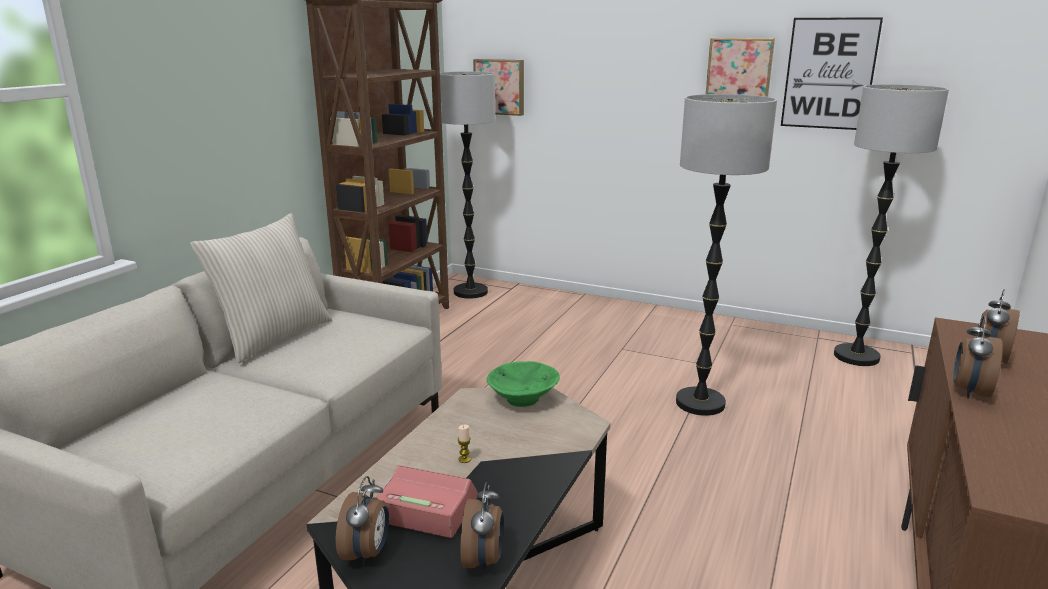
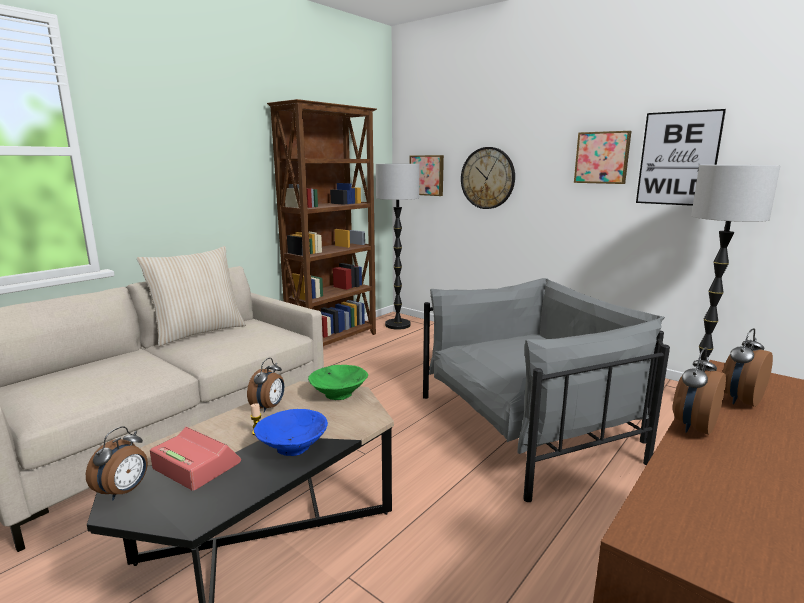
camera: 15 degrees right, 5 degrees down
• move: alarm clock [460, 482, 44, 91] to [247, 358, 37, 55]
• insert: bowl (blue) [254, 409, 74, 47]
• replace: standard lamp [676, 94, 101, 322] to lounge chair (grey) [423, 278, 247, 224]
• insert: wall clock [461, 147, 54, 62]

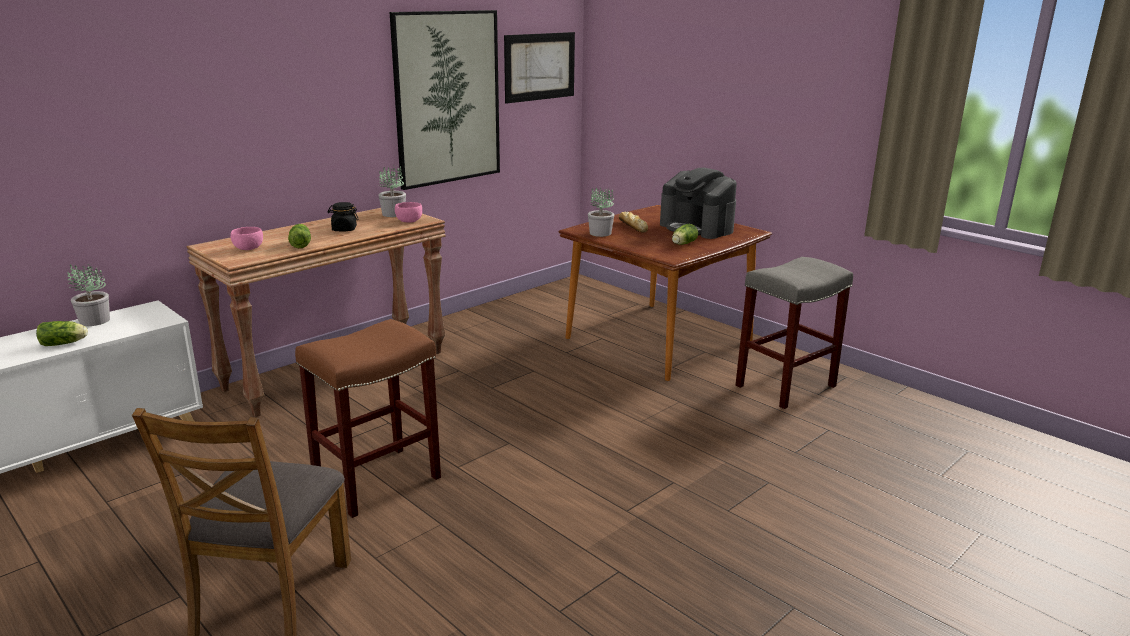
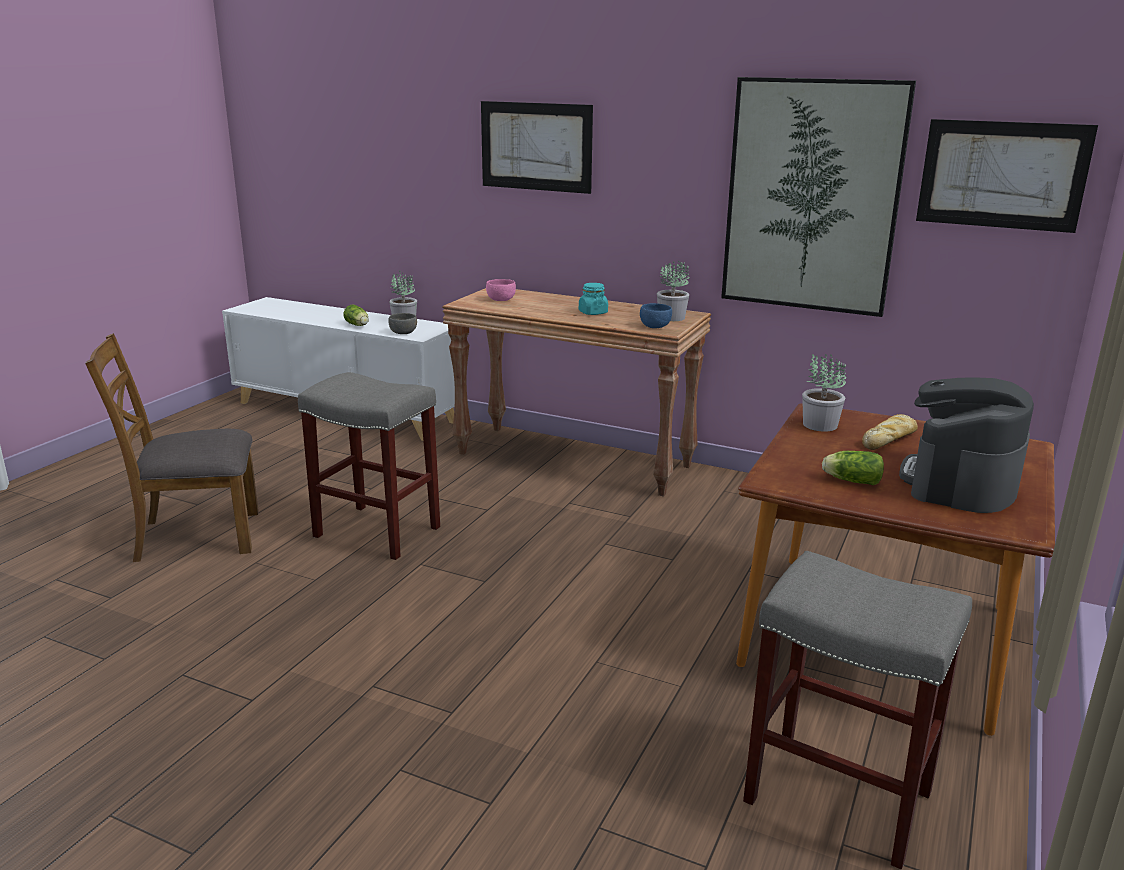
camera: 70 degrees right, 0 degrees up
• recolor: stool (brown) [295, 319, 146, 199] to stool (grey) [298, 372, 142, 188]
• insert: bowl (grey) [388, 313, 29, 21]
• insert: picture [481, 101, 112, 93]
• recolor: jar (blackish) [328, 202, 30, 30] to jar (turquoise-coloured) [579, 283, 29, 32]
• recolor: bowl (pink-coloured) [395, 202, 27, 20] to bowl (blue) [640, 303, 32, 25]
• delete: head of lettuce [288, 224, 23, 24]

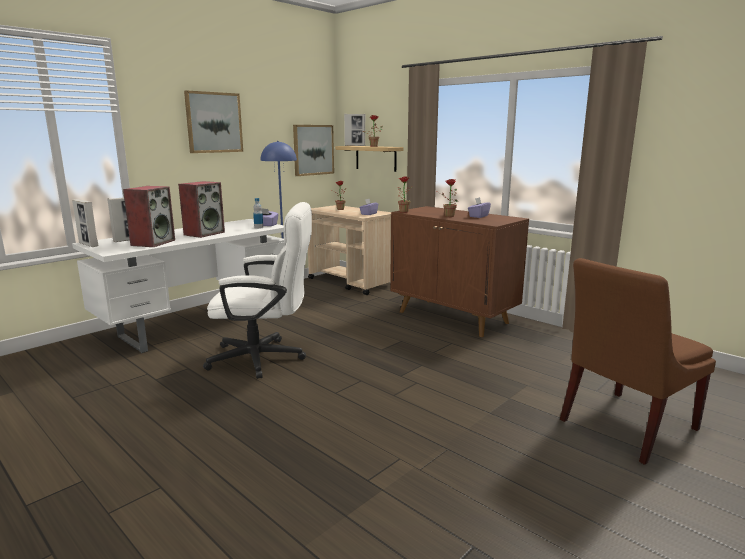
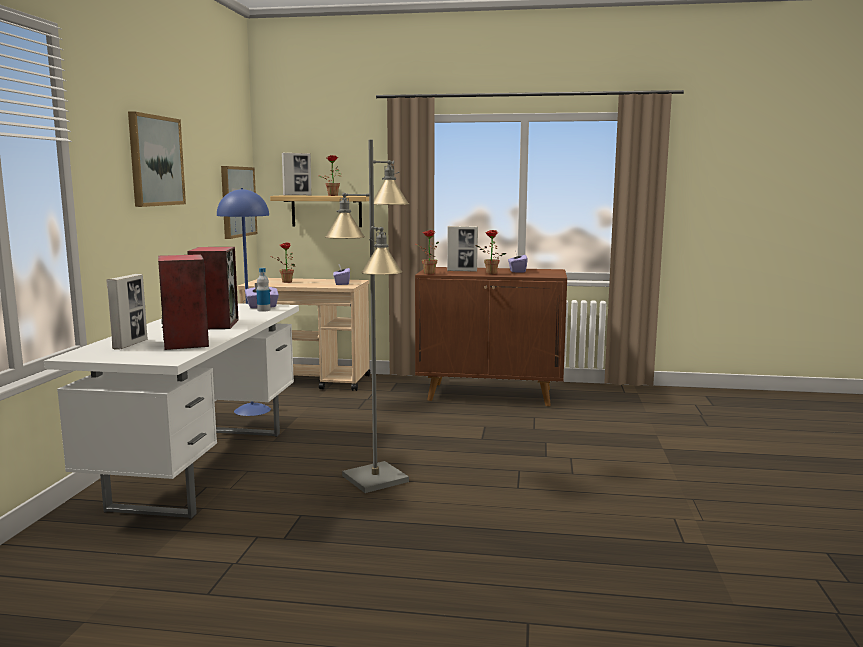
camera: 35 degrees left, 5 degrees down
• replace: desk chair (whitish) [203, 202, 109, 177] to standard lamp (grey) [325, 139, 84, 354]
• move: picture frame [72, 199, 26, 48] to [447, 226, 31, 46]
• delete: chair (brown) [560, 258, 156, 207]

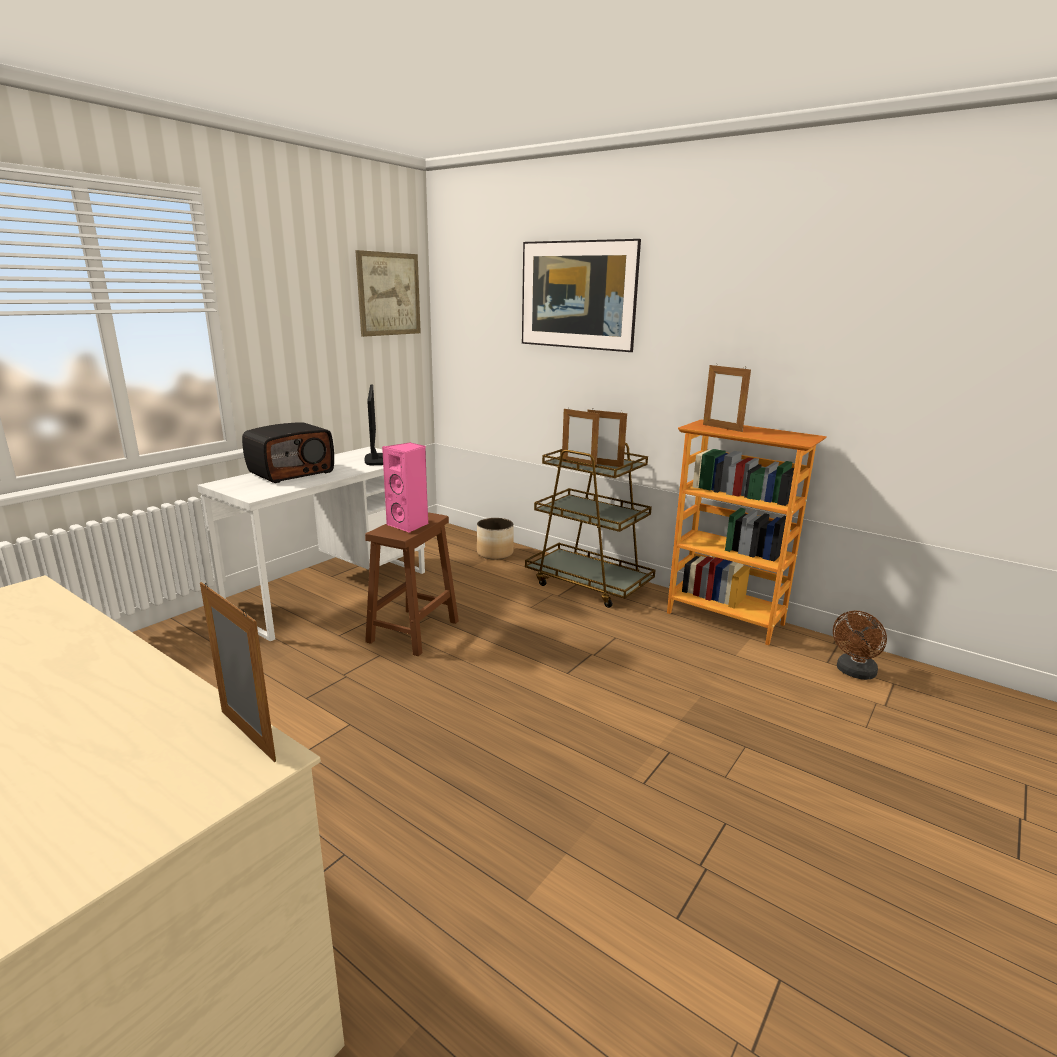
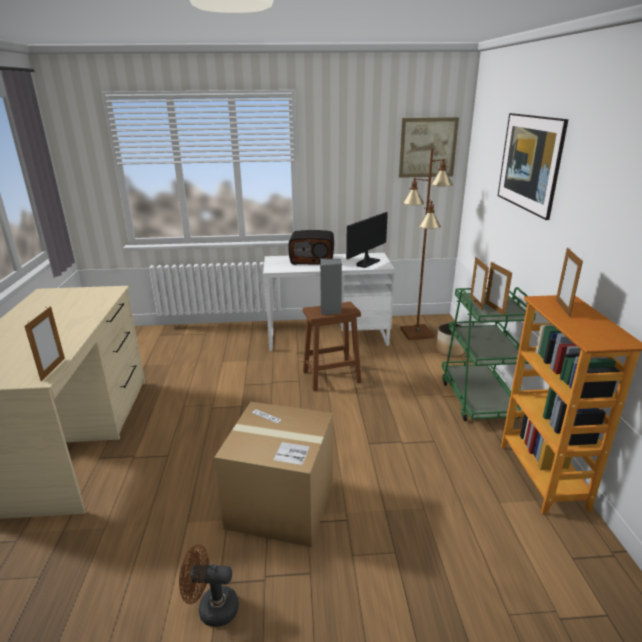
camera: 50 degrees right, 5 degrees up
• move: cooling fan (brown) [833, 611, 54, 69] to [179, 544, 60, 83]
• insert: cardboard box [214, 402, 119, 145]
• recolor: speaker (pink-coloured) [382, 442, 46, 91] to speaker (grey) [320, 258, 22, 57]
• insert: standard lamp (brown) [400, 148, 53, 192]
• recolor: wheeled cart (brown) [525, 442, 130, 166] to wheeled cart (green-coloured) [442, 287, 94, 134]

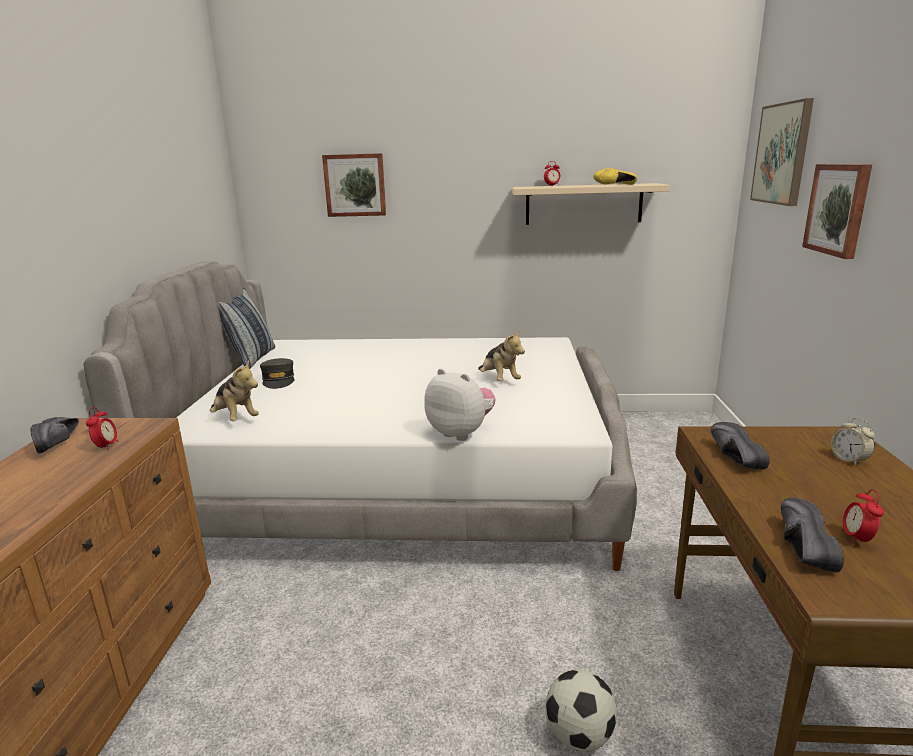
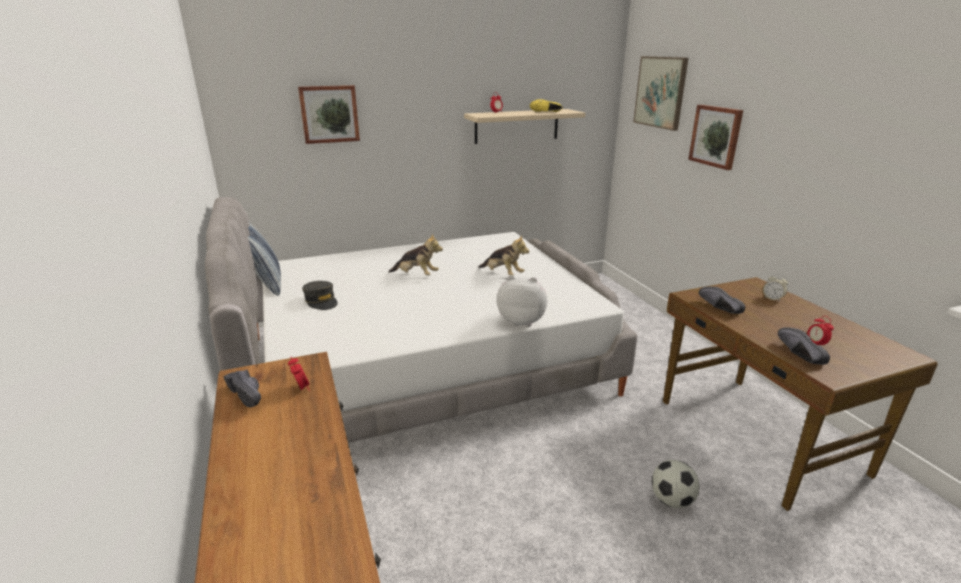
camera: 25 degrees left, 5 degrees up
• move: soft toy [210, 360, 49, 61] to [389, 233, 54, 43]

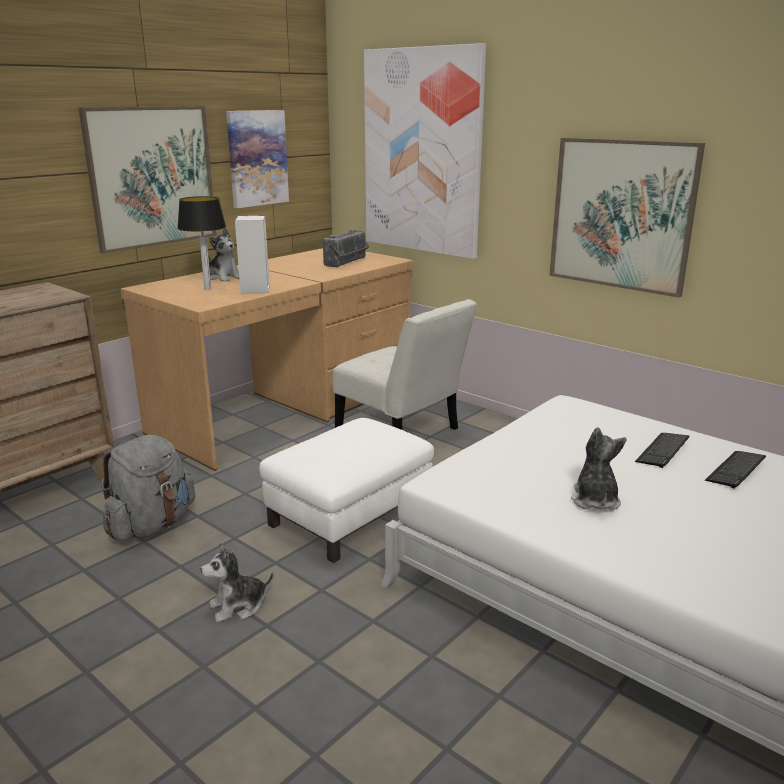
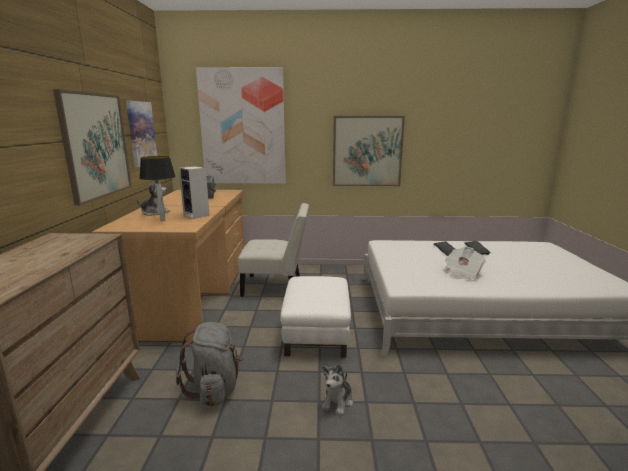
camera: 40 degrees left, 5 degrees down
• replace: soft toy [571, 427, 56, 83] to newspaper [445, 247, 41, 32]

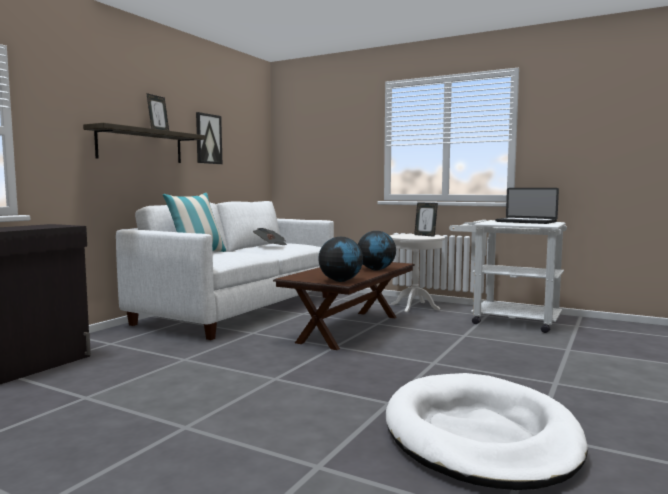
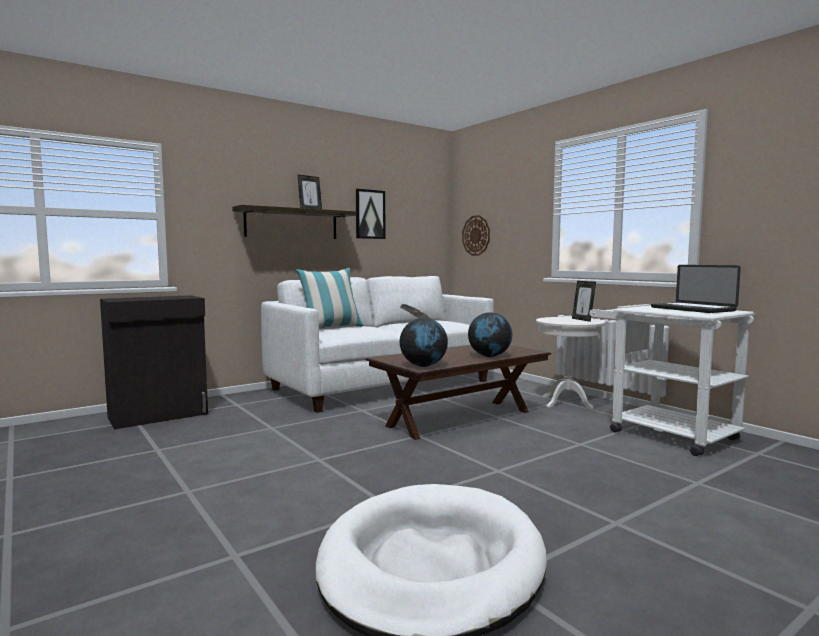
camera: 25 degrees right, 0 degrees up
• insert: wall clock [462, 215, 28, 41]

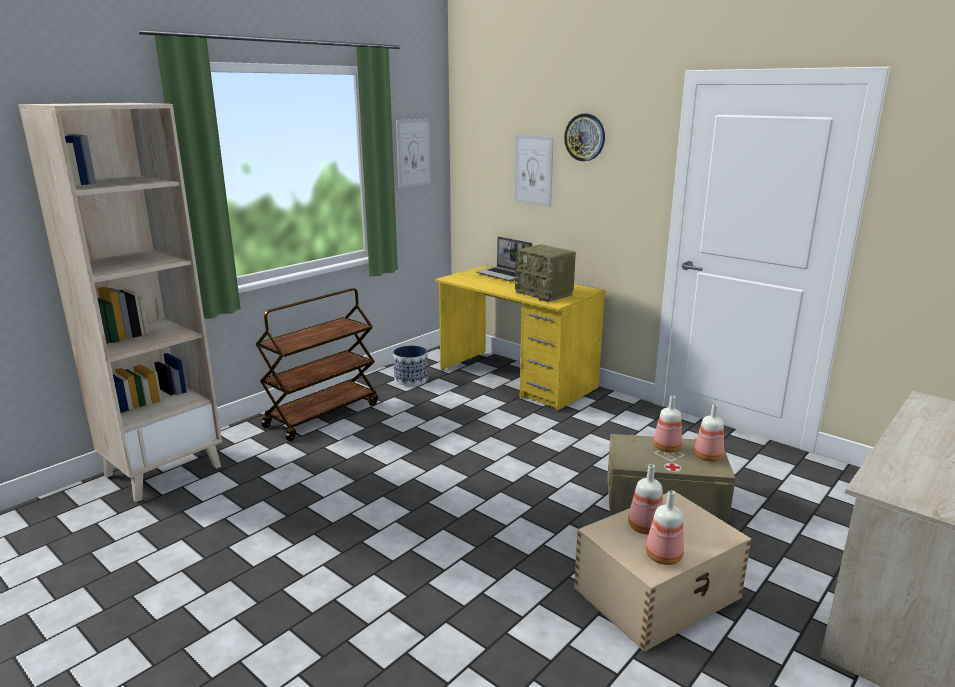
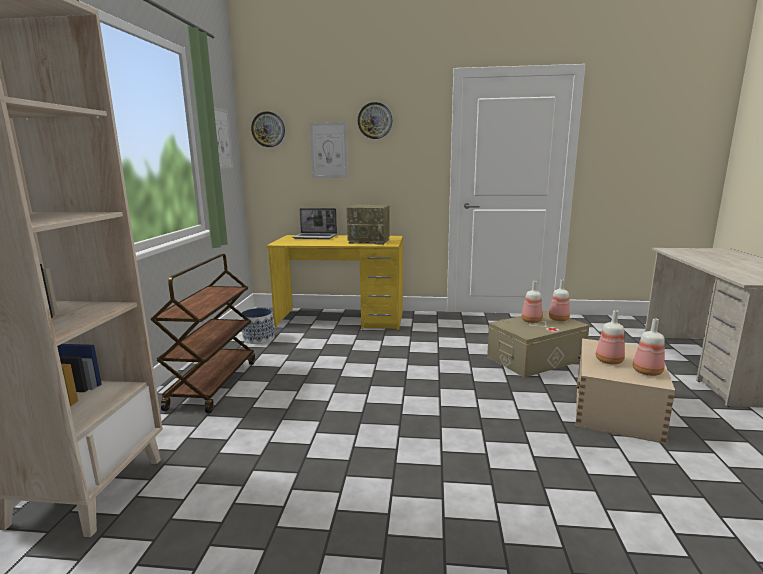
camera: 35 degrees left, 5 degrees down
• insert: wall clock [251, 111, 34, 36]

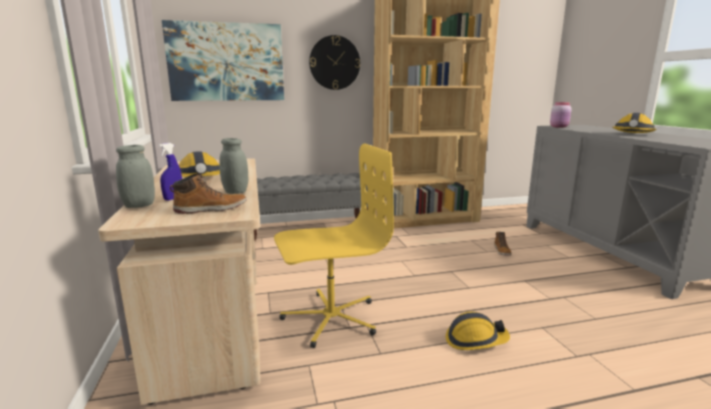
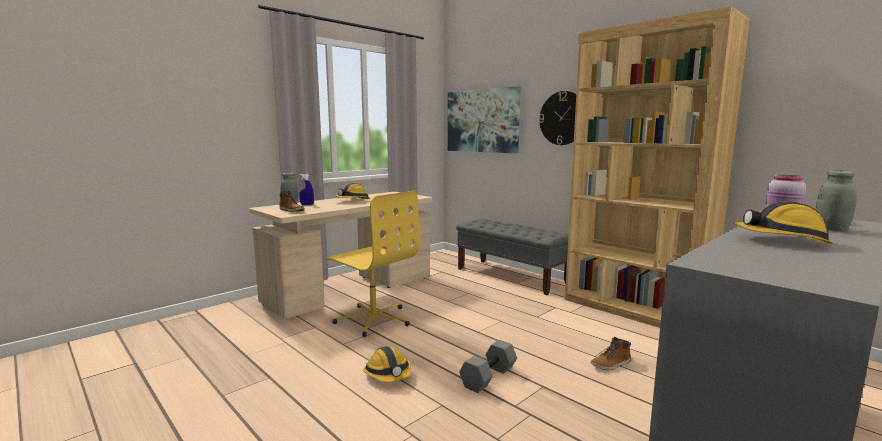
camera: 60 degrees right, 5 degrees down
• insert: hand weight (grey) [459, 340, 58, 53]
• move: jar (grey) [219, 138, 29, 56] to [816, 170, 41, 61]

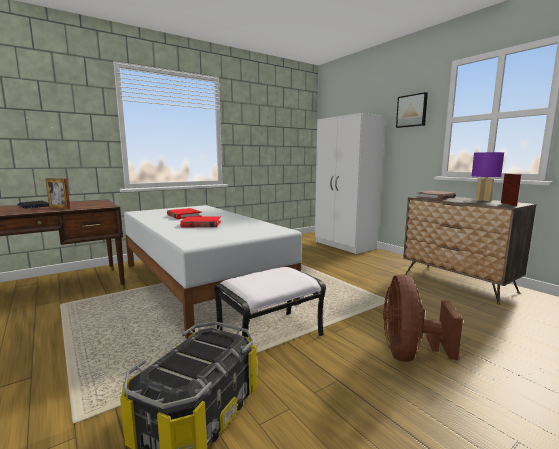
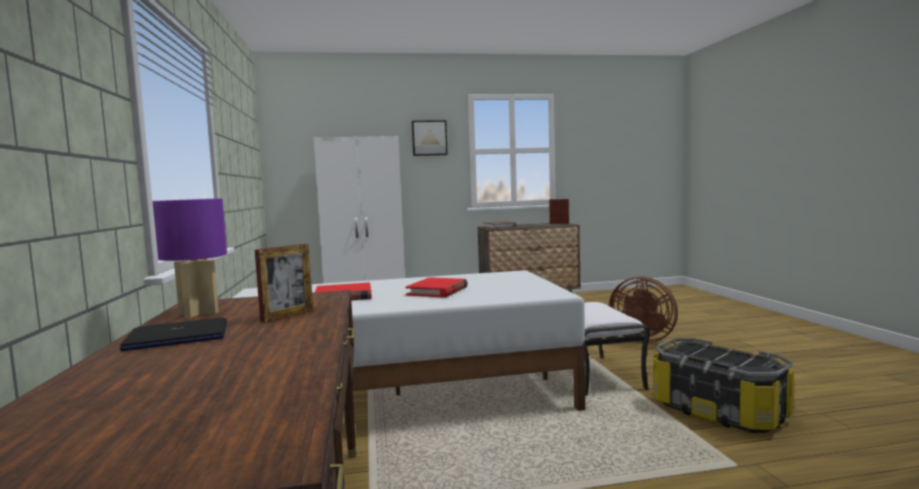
camera: 65 degrees left, 5 degrees down
• move: tabletop lamp (purplish) [472, 152, 32, 49] to [153, 198, 74, 120]

